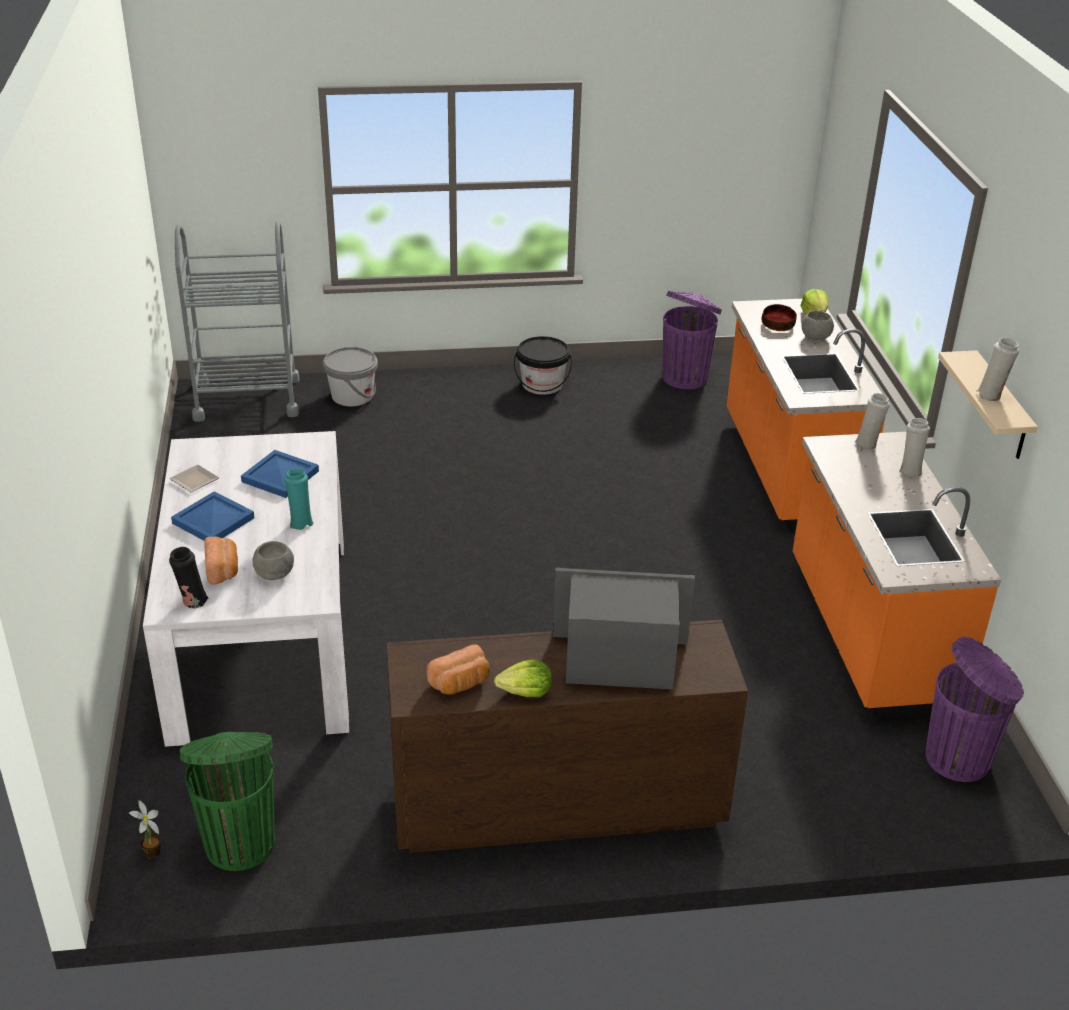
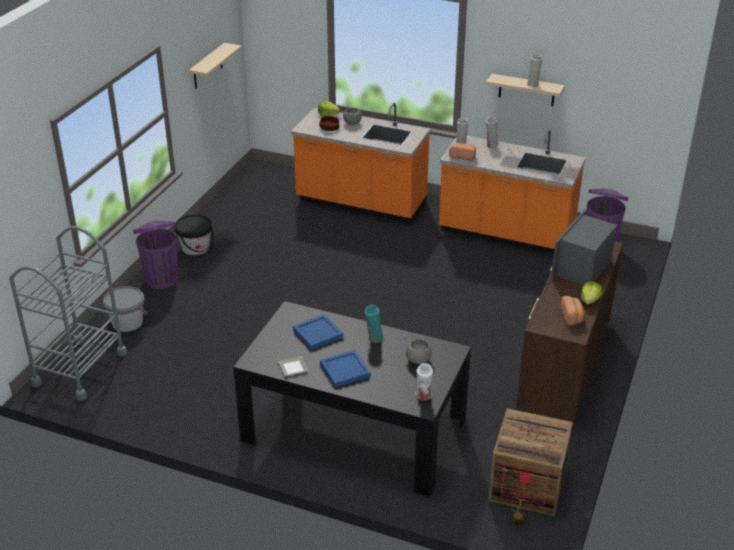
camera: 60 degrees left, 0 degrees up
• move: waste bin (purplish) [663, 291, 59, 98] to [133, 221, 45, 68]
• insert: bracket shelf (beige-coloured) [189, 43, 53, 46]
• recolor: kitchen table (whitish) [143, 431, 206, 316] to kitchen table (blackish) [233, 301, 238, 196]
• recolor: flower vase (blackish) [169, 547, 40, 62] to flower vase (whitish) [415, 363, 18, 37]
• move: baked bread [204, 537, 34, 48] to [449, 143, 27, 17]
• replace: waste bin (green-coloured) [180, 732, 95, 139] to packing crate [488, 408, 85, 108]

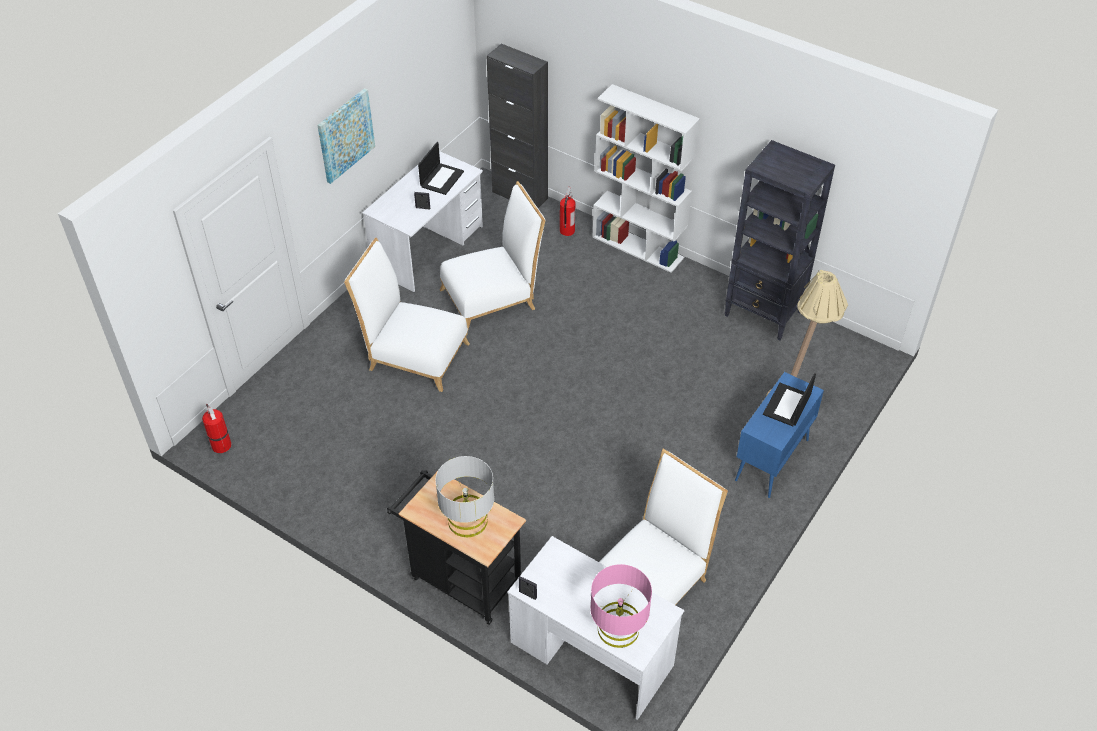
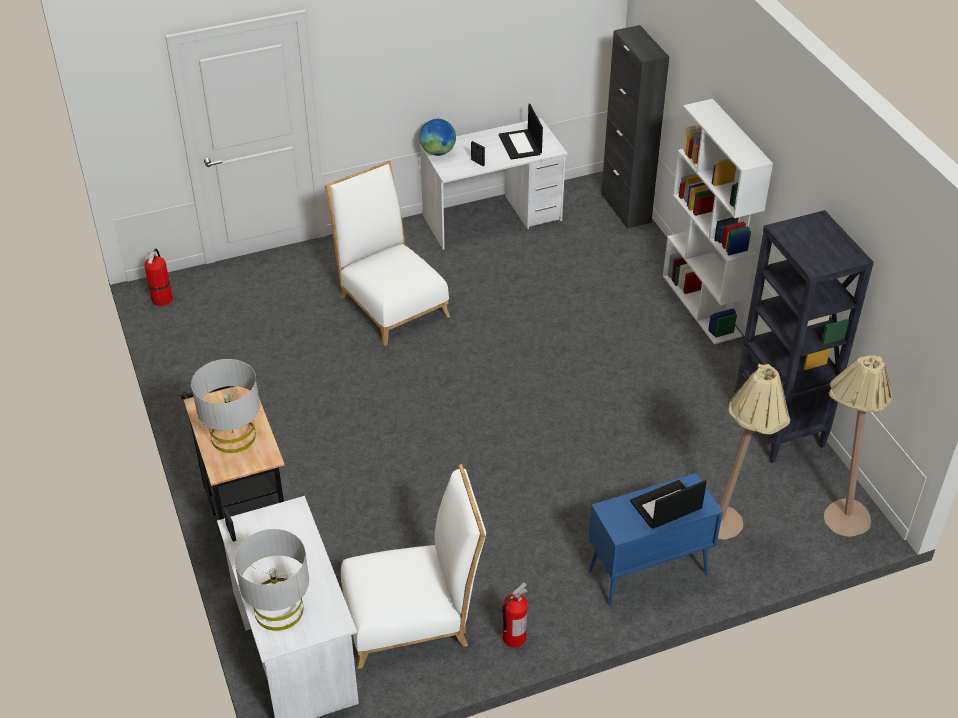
camera: 35 degrees right, 5 degrees down
• recolor: tabletop lamp (pink-coloured) [590, 564, 62, 84] to tabletop lamp (grey) [234, 529, 75, 102]
• insert: desk globe [419, 119, 37, 37]
• rotate: portable computer [418, 142, 46, 53] = [499, 104, 44, 56] 105 degrees clockwise
• move: extinguisher [560, 187, 15, 49] to [502, 582, 26, 66]
• insert: standard lamp (beige-coloured) [824, 355, 68, 182]
• delete: picture [317, 88, 58, 96]
• delete: chair (whitish) [440, 181, 106, 151]

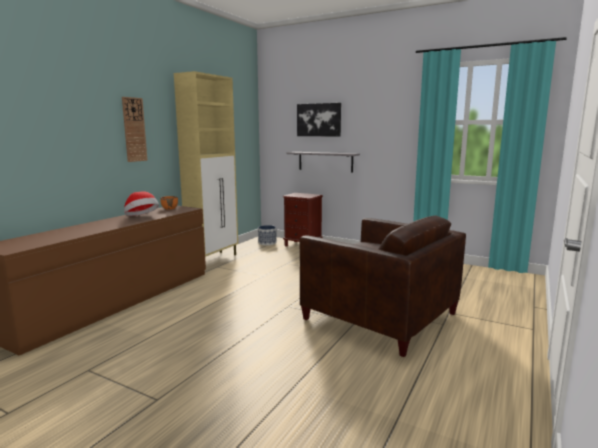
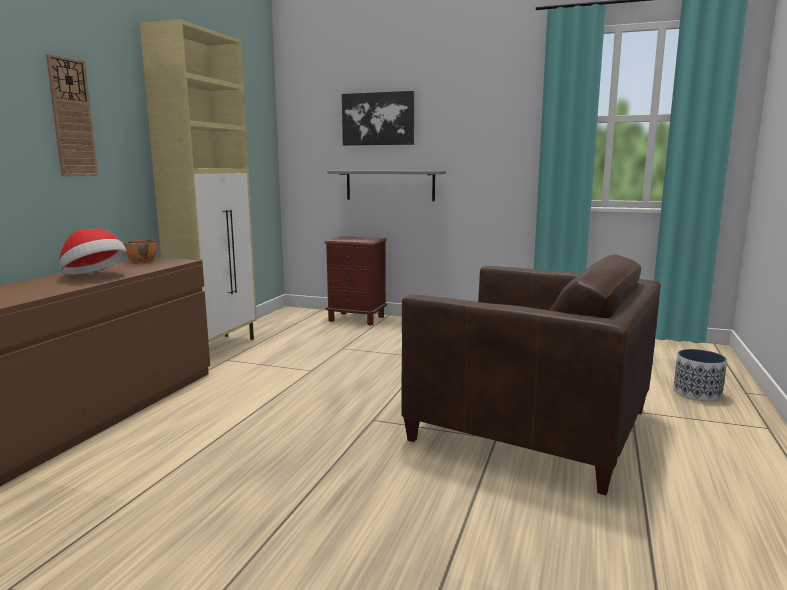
camera: 10 degrees left, 0 degrees up
• move: planter [258, 225, 19, 21] to [673, 349, 54, 52]

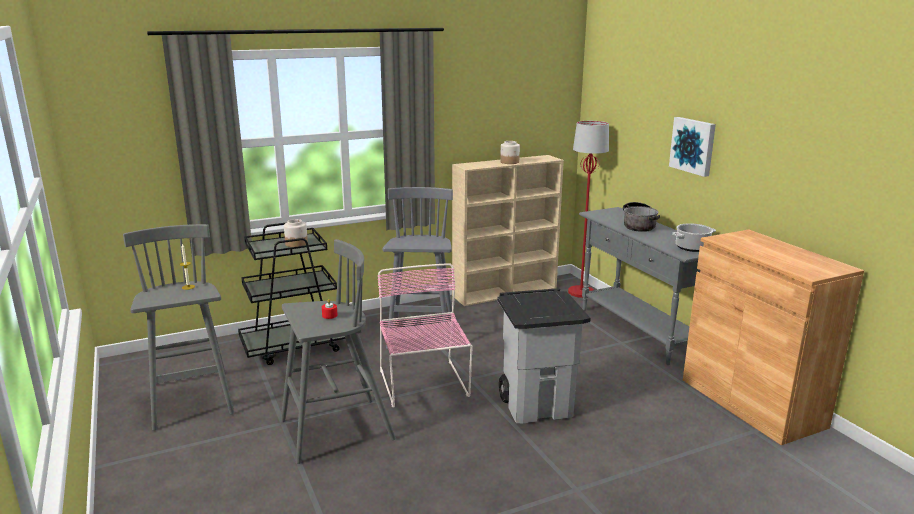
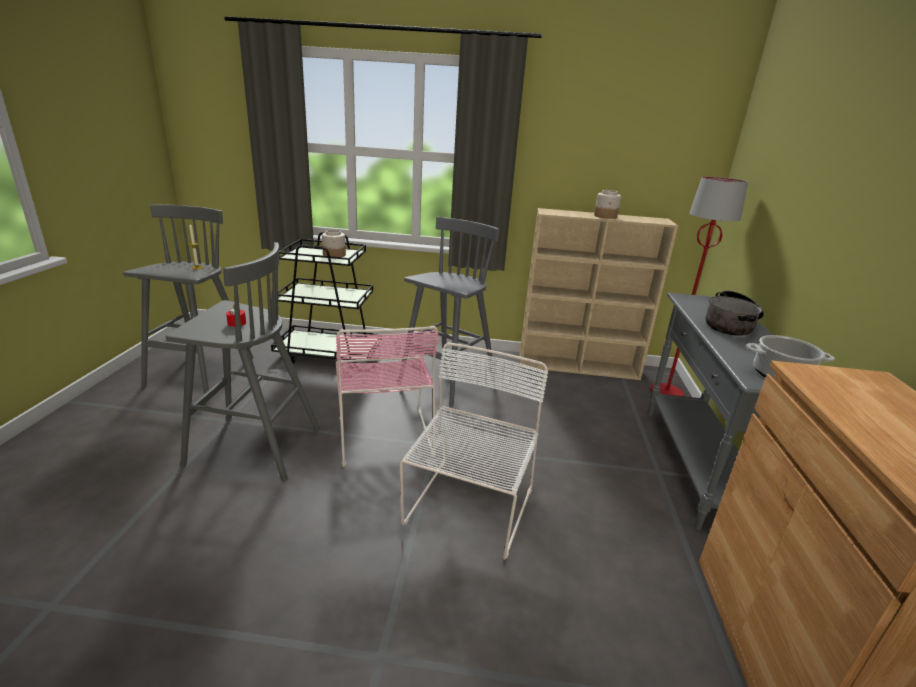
camera: 30 degrees right, 5 degrees up
• rotate: chair (pink-coloured) [378, 263, 94, 145] = [336, 326, 103, 141] 150 degrees clockwise
• replace: waste bin (grey) [497, 288, 94, 135] to chair (whitish) [400, 343, 148, 217]
• delete: picture [669, 117, 47, 60]

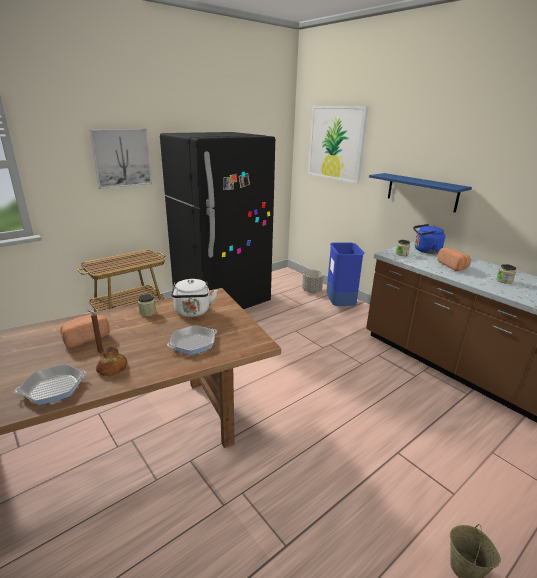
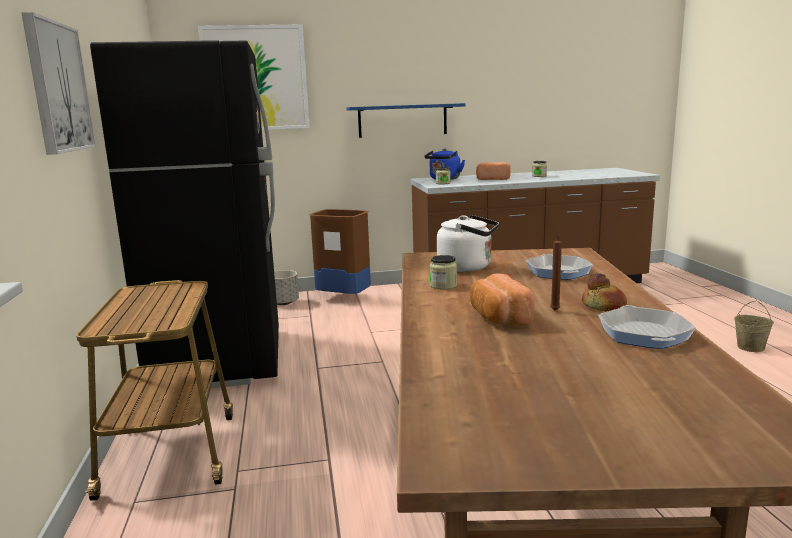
camera: 60 degrees left, 10 degrees down
• recolor: waste bin (blue) [326, 242, 38, 64] to waste bin (brown) [309, 209, 62, 85]

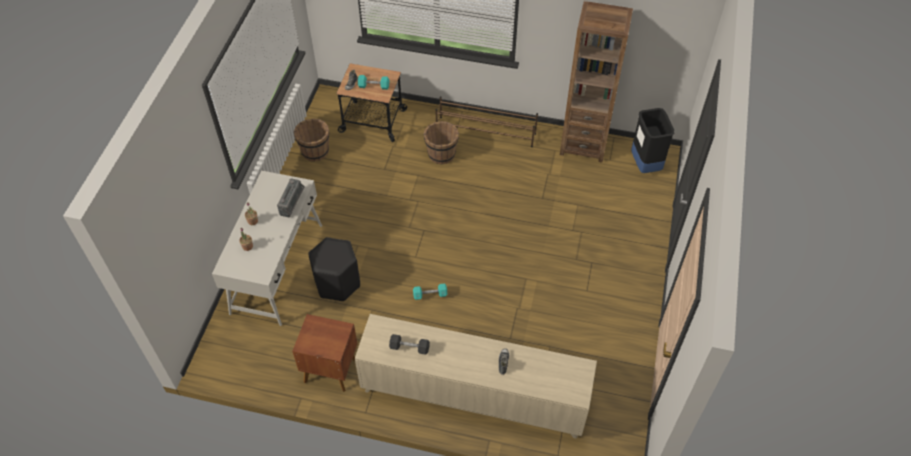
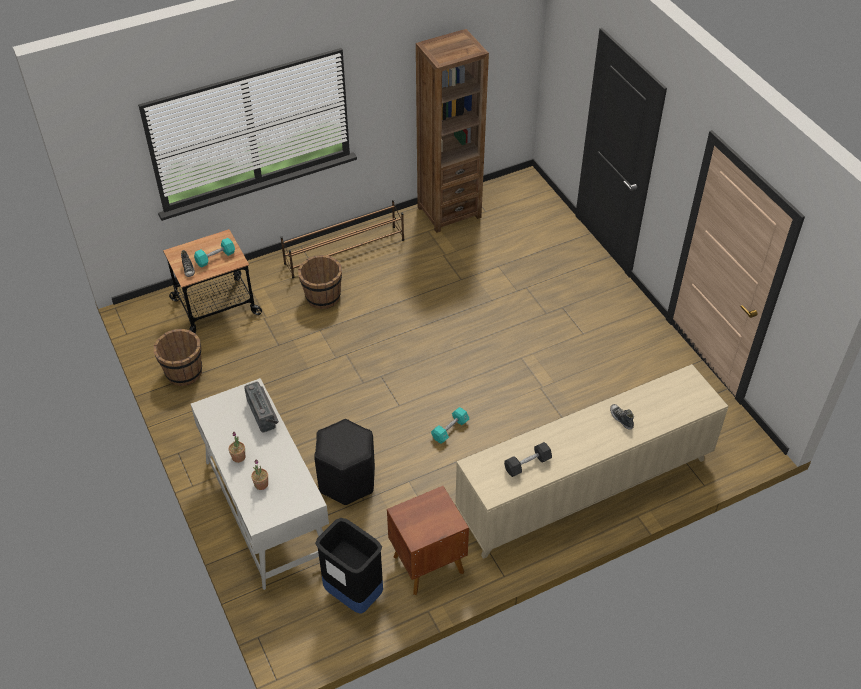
camera: 40 degrees left, 5 degrees down
• move: waste bin (blackish) [631, 108, 44, 65] to [315, 518, 68, 96]

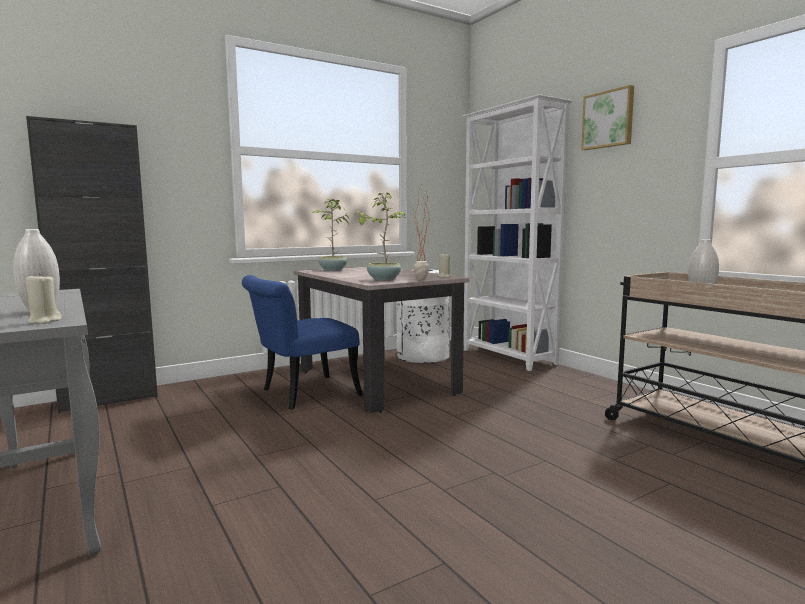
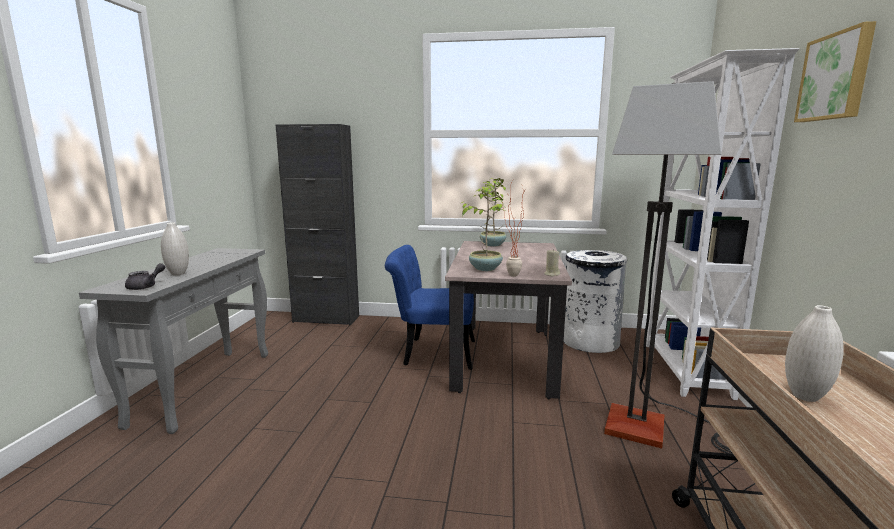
camera: 40 degrees right, 5 degrees up
• replace: wax candle (beige-coloured) [26, 273, 36, 51] to tea pot (grey) [125, 263, 40, 27]
• insert: standard lamp [604, 81, 129, 373]

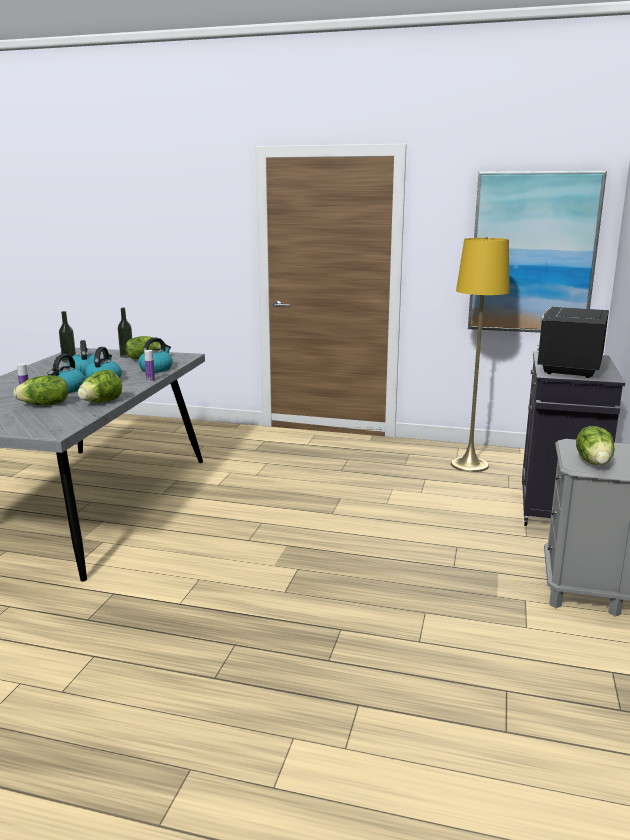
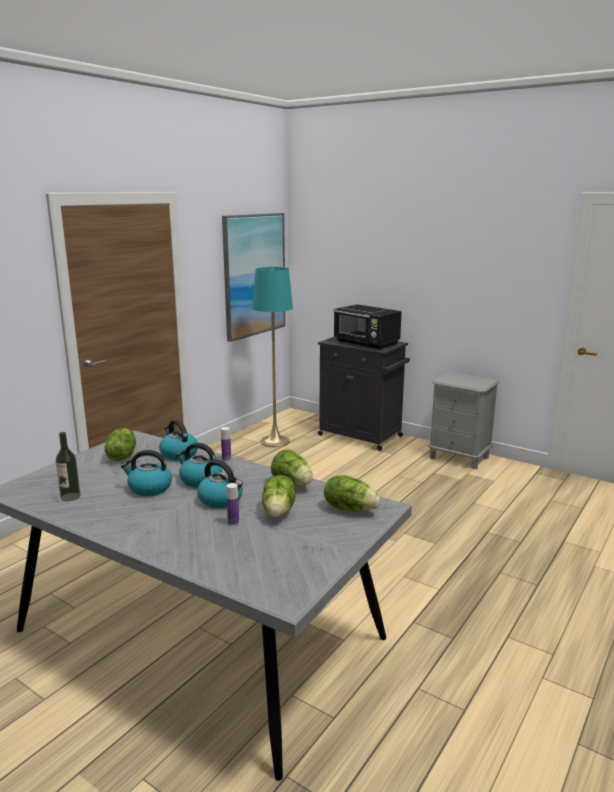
camera: 70 degrees left, 0 degrees up
• recolor: standard lamp (yellow-coloured) [451, 237, 59, 235] to standard lamp (turquoise-coloured) [253, 267, 40, 180]
• move: head of lettuce [576, 426, 39, 39] to [324, 475, 56, 37]
• delete: beverage bottle [118, 308, 14, 50]

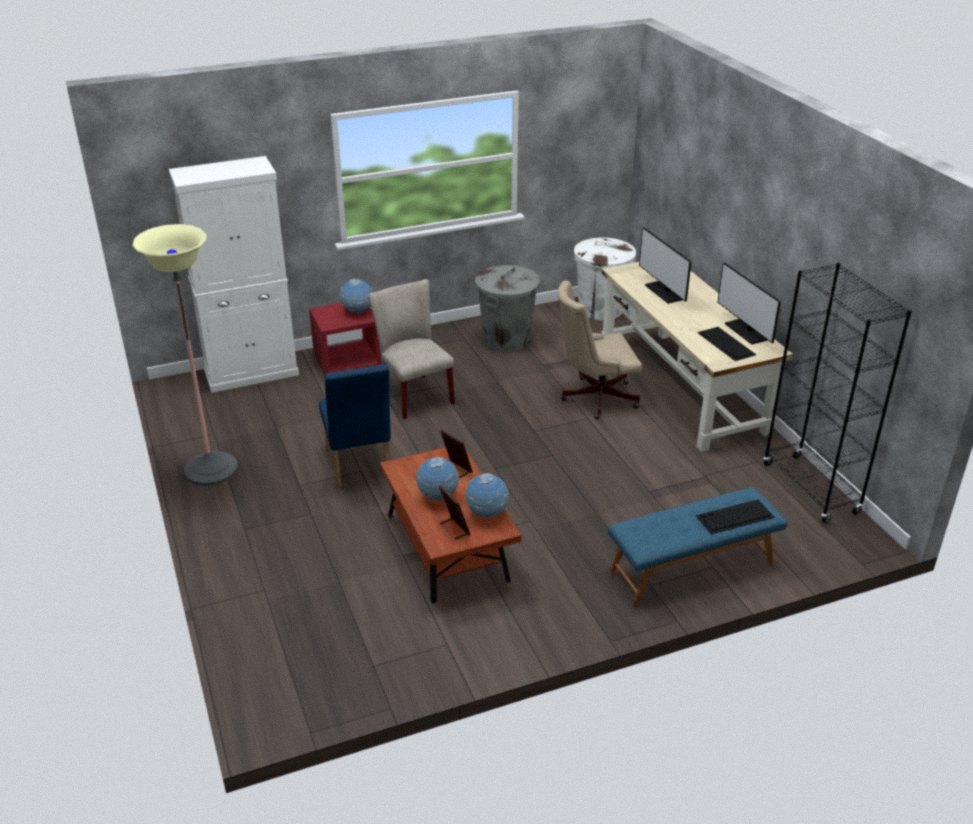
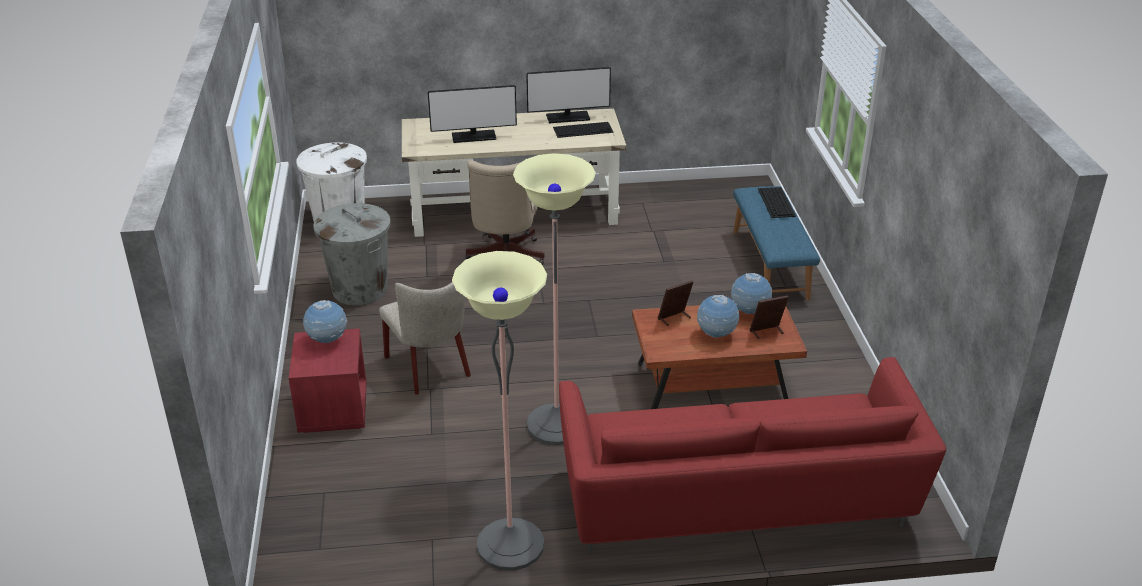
camera: 75 degrees left, 0 degrees up
• rotate: chair (beige-coloured) [368, 279, 87, 140] = [379, 282, 92, 112] 105 degrees counterclockwise
• replace: chair (blue) [319, 364, 72, 123] to standard lamp [513, 153, 83, 292]
• insert: sofa (red-coloured) [559, 357, 387, 197]
• delete: storage cabinet (whitish) [169, 156, 130, 237]
• delete: bookshelf (blackish) [763, 263, 149, 260]

